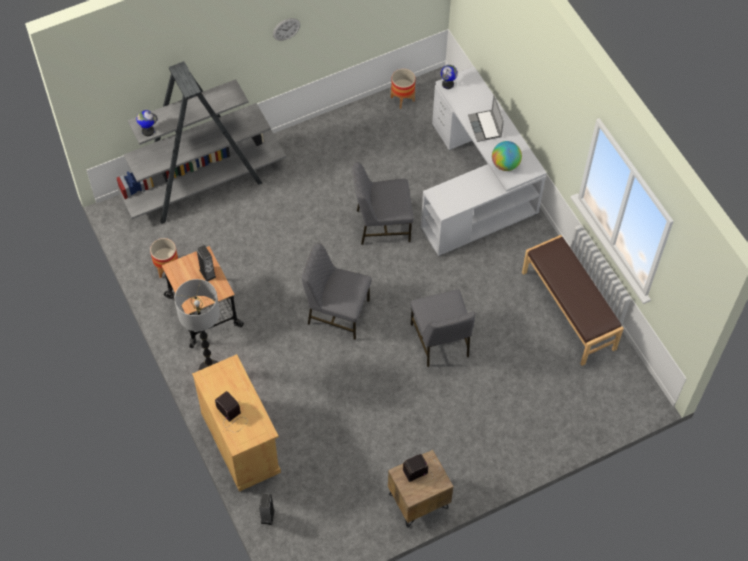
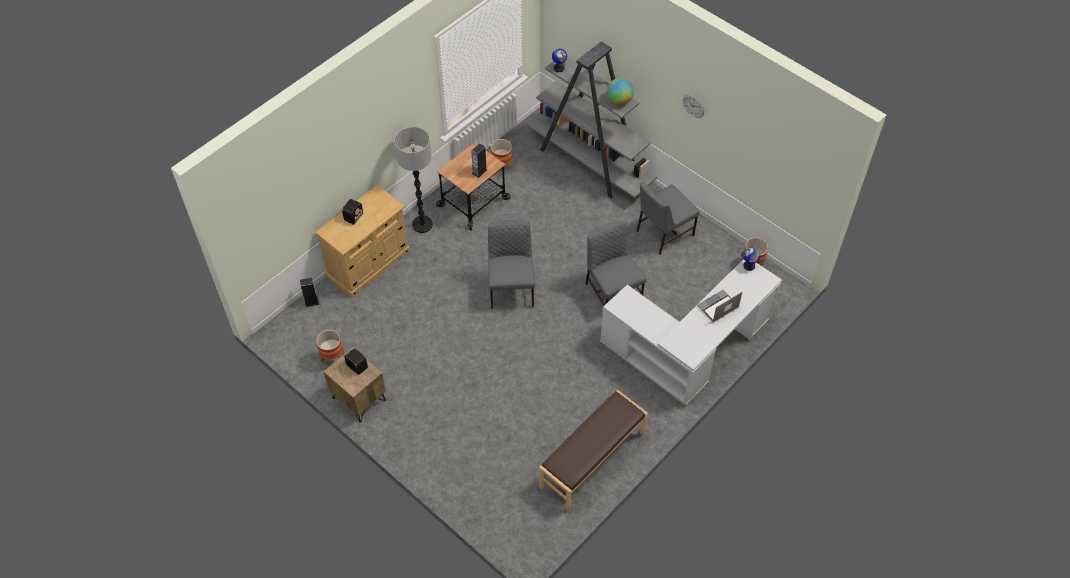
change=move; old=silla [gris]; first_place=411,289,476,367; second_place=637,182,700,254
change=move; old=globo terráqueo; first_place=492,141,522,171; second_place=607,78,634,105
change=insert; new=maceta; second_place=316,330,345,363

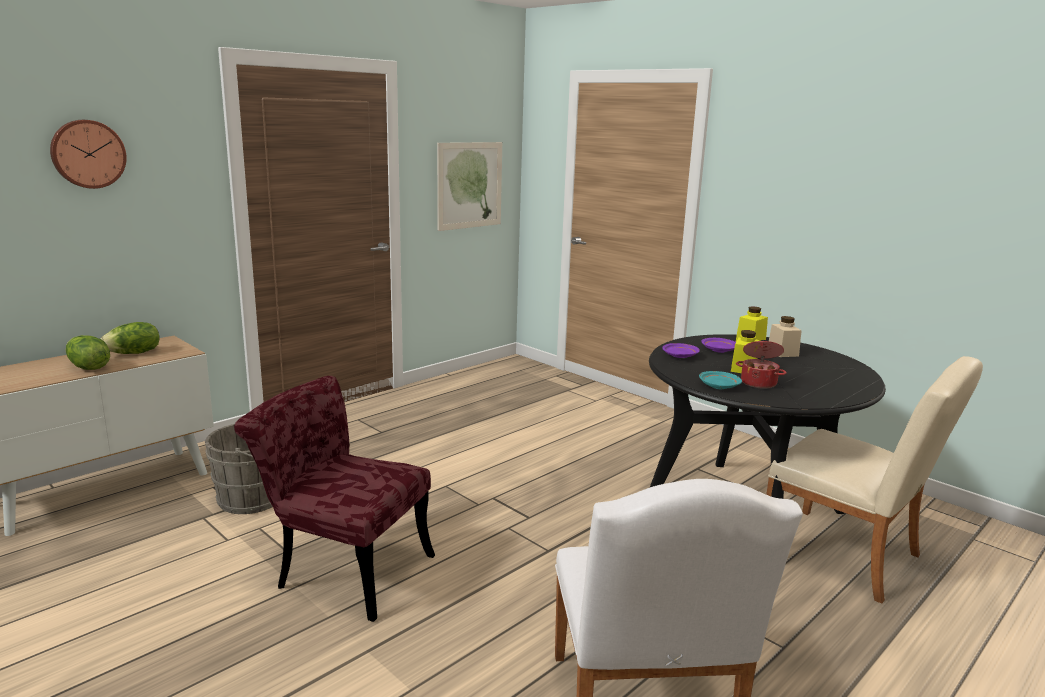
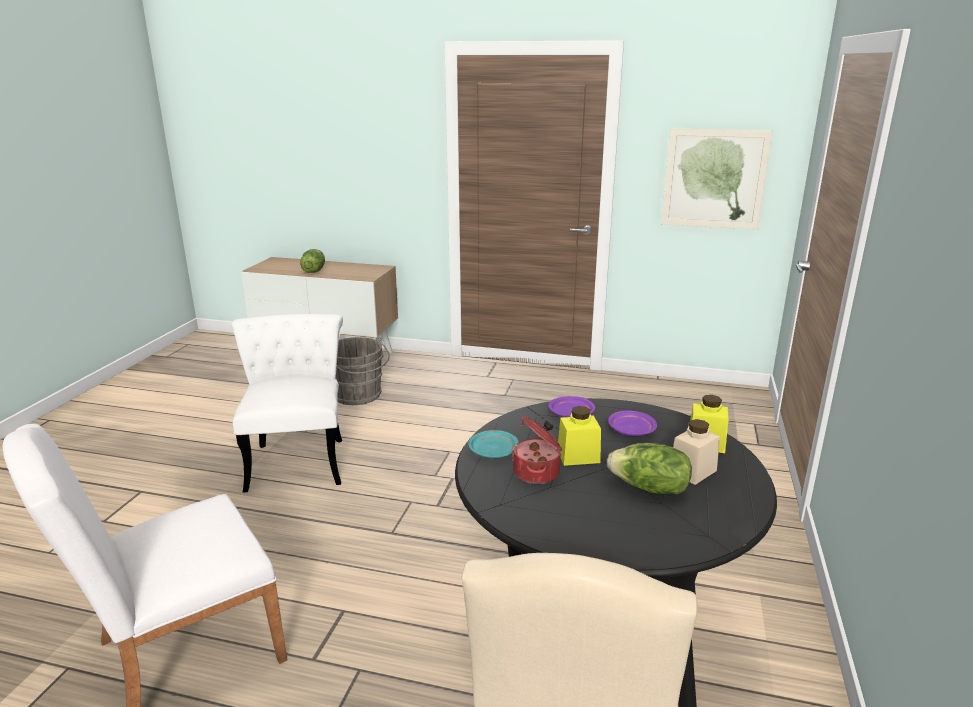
change=delete; old=reloj de pared; first_place=50,120,127,189
change=move; old=lechuga; first_place=100,322,160,354; second_place=607,443,692,494
change=recolor; old=silla [rojo]; new=silla [blanco]; first_place=234,376,435,622; second_place=231,314,343,493

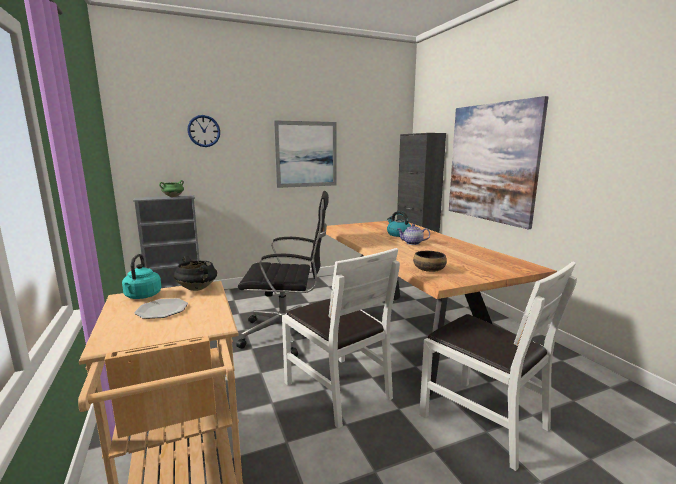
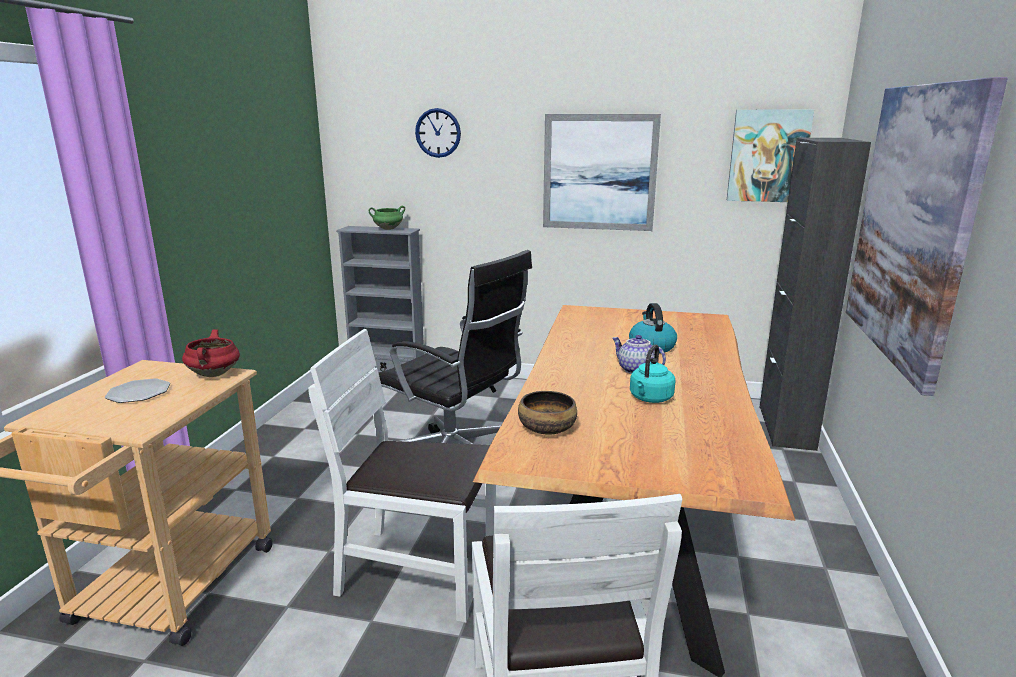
change=move; old=hervidor [turquesa]; first_place=122,254,162,299; second_place=630,344,676,403
change=recolor; old=olla [negro]; new=olla [rojo]; first_place=174,256,217,291; second_place=182,329,240,377
change=rotate; old=silla [blanco]; first_place=282,248,400,429; second_place=308,329,496,623; degrees=105
change=insert; new=cuadro; second_place=727,110,814,202

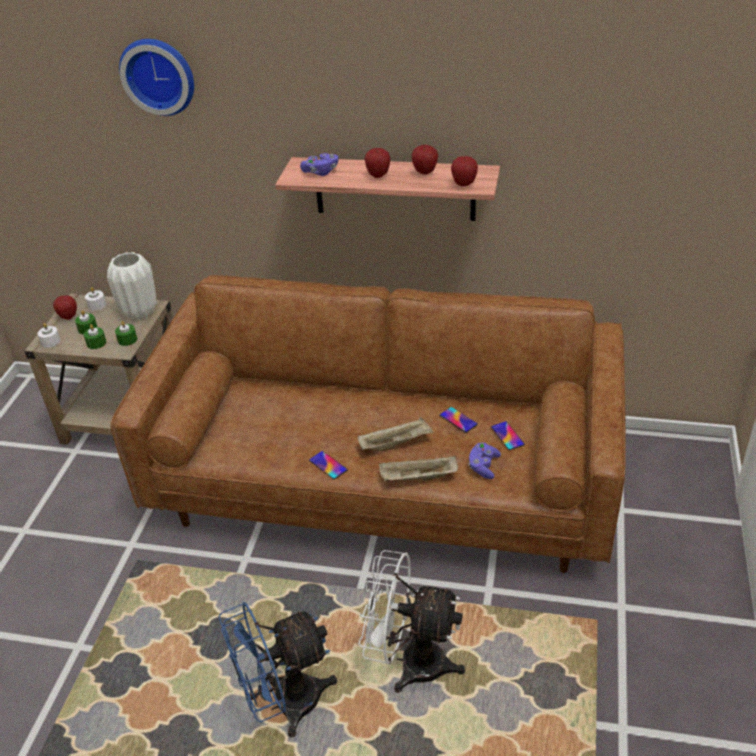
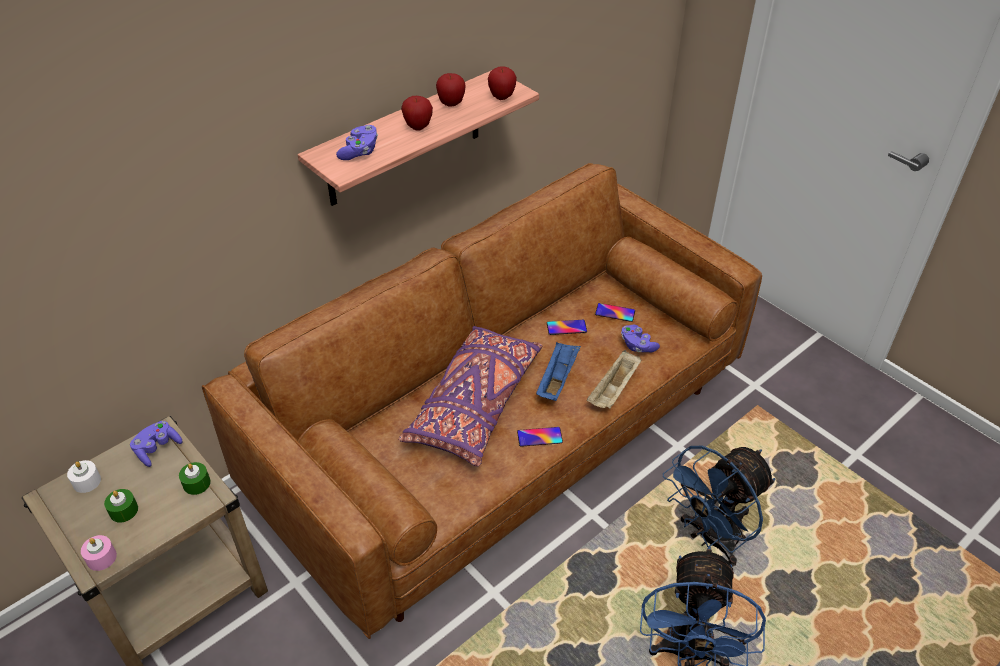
change=recolor; old=vela [blanco]; new=vela [rosa]; first_place=37,323,61,348; second_place=81,535,117,571
change=delete; old=manzana; first_place=53,295,77,320
change=delete; old=vela [verde]; first_place=84,324,106,349
change=replace; old=florero [blanco]; new=mando de consola [morado]; first_place=107,252,157,320; second_place=130,421,182,467
change=delete; old=reloj de pared; first_place=119,39,194,116
change=recolor; old=bandeja [beis]; new=bandeja [azul]; first_place=358,417,433,451; second_place=536,342,581,401
change=recolor; old=ventilador [blanco]; new=ventilador [azul]; first_place=359,550,465,693; second_place=663,446,776,566
change=insert; new=cojín [morado]; second_place=398,326,543,466

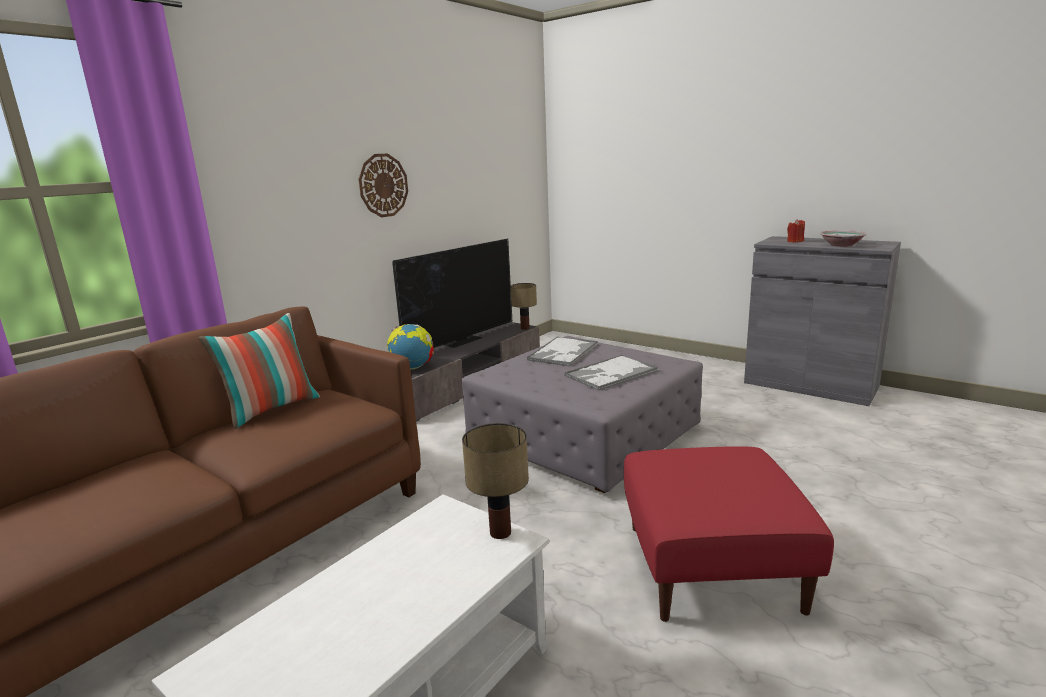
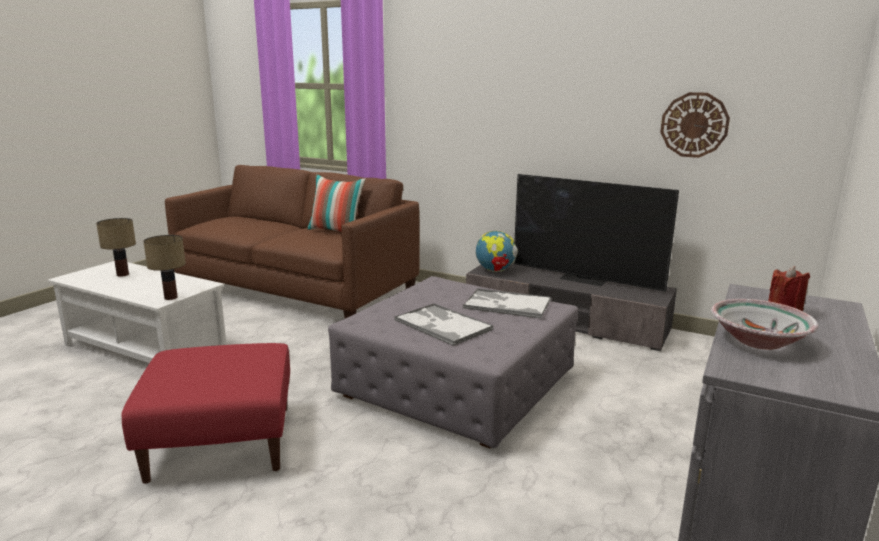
change=move; old=reloj de pared; first_place=359,154,408,217; second_place=660,92,730,158
change=move; old=lámpara de mesa; first_place=510,283,537,330; second_place=96,218,136,277

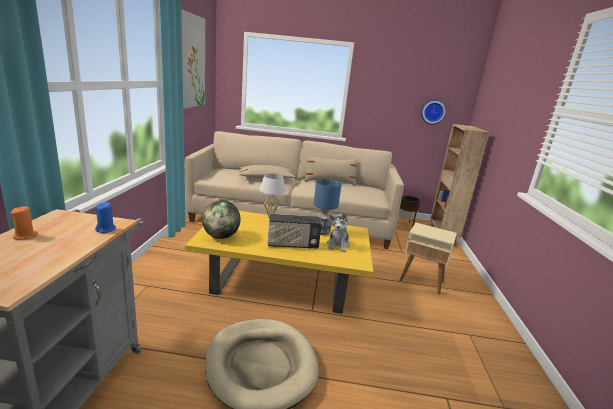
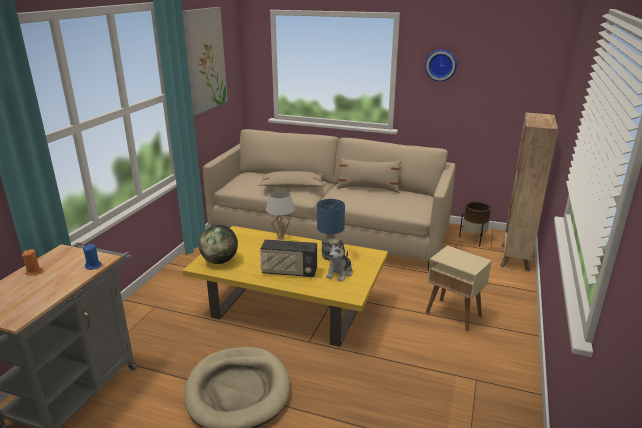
change=move; old=reloj de pared; first_place=421,100,446,125; second_place=425,49,457,82

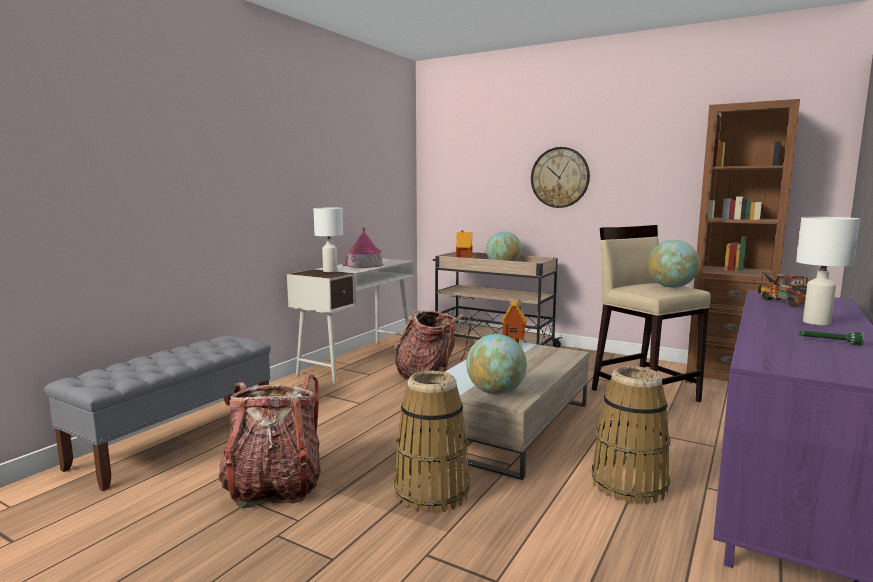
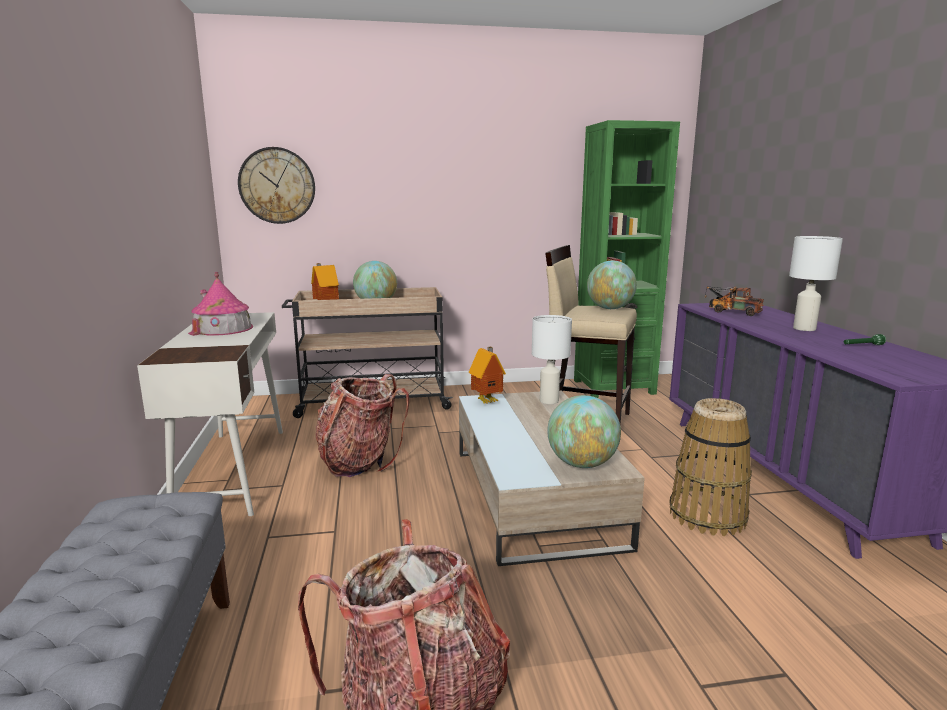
change=move; old=lámpara de mesa [blanco]; first_place=313,208,343,272; second_place=532,315,572,404
change=delete; old=cesta; first_place=394,371,470,513
change=move; old=reloj de pared; first_place=531,147,590,208; second_place=238,147,315,224
change=recolor; old=estantería [marrón]; new=estantería [verde]; first_place=686,99,800,383; second_place=574,120,680,398

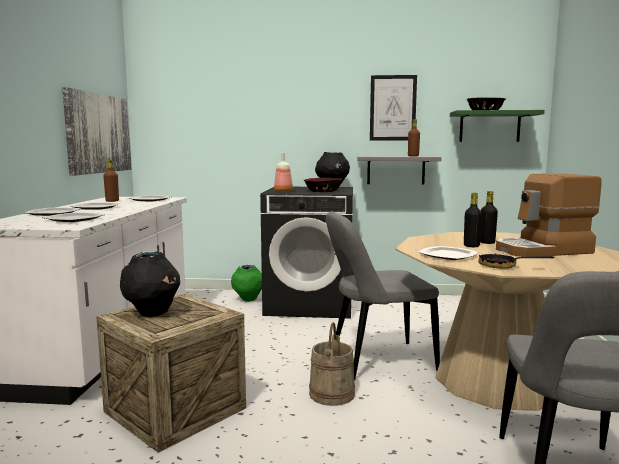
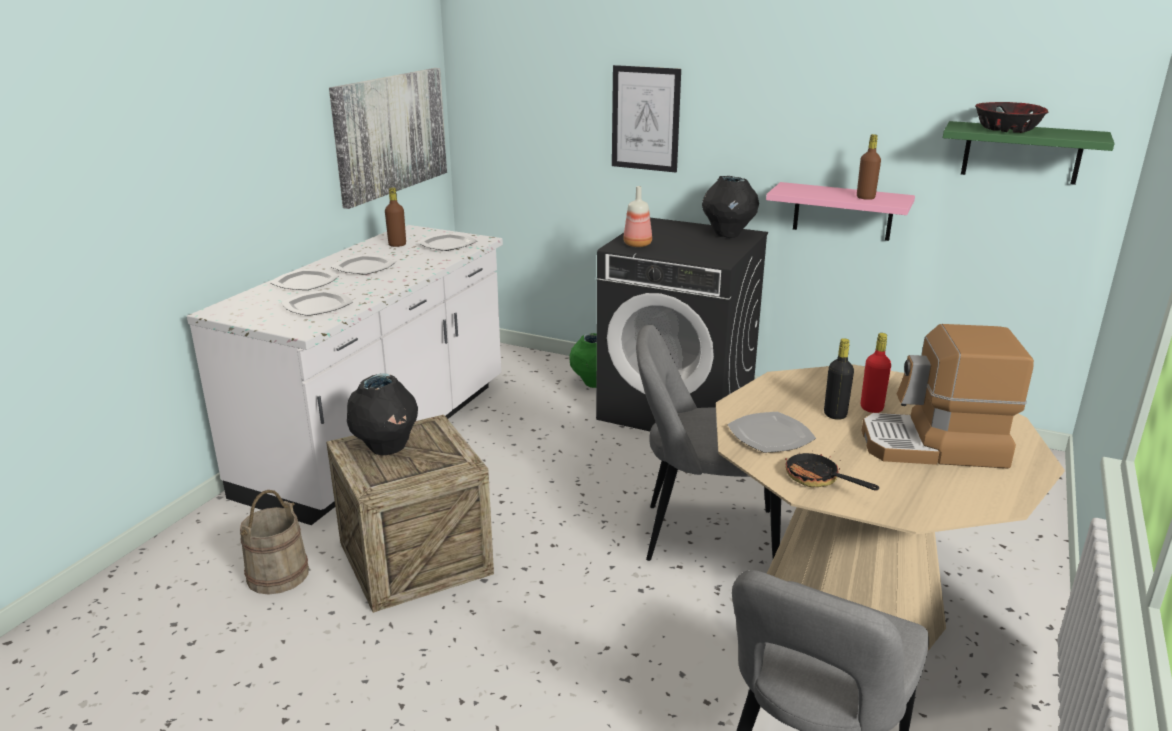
change=delete; old=cuenco; first_place=304,178,342,192
change=move; old=cubo [beis]; first_place=309,322,355,406; second_place=240,490,309,595
change=recolor; old=estante [gris]; new=estante [rosa]; first_place=357,156,442,185; second_place=766,182,915,241
change=move; old=cuadro; first_place=370,75,417,140; second_place=612,65,681,172
change=recolor; old=botella [negro]; new=botella [rojo]; first_place=480,191,498,244; second_place=861,333,891,413

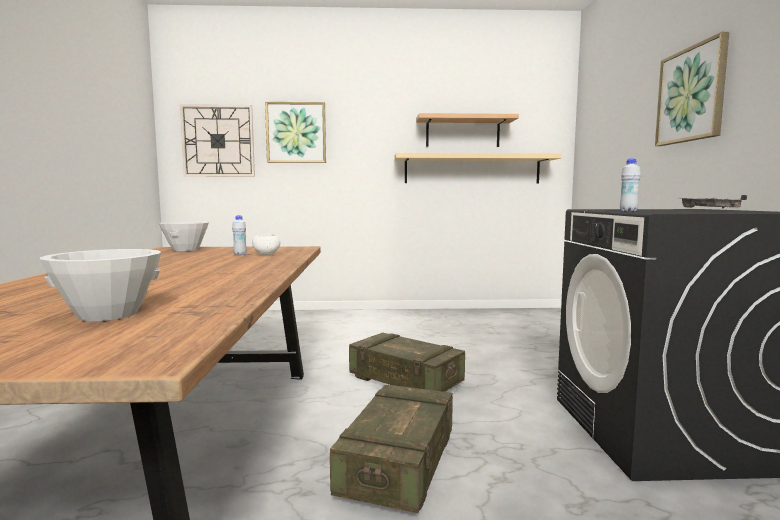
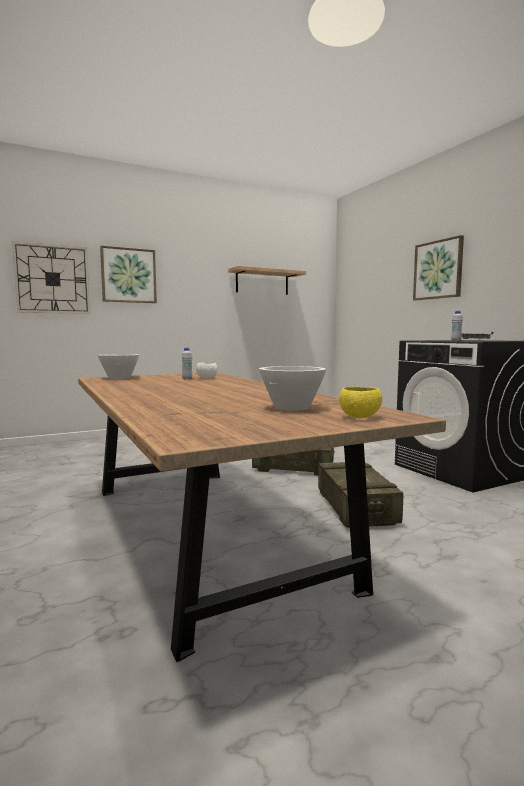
change=delete; old=estante [beis]; first_place=395,153,562,183
change=insert; new=cuenco [amarillo]; second_place=339,387,382,418

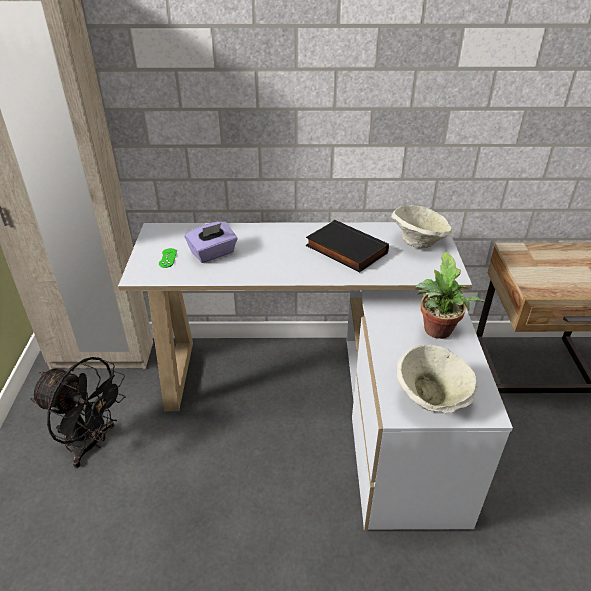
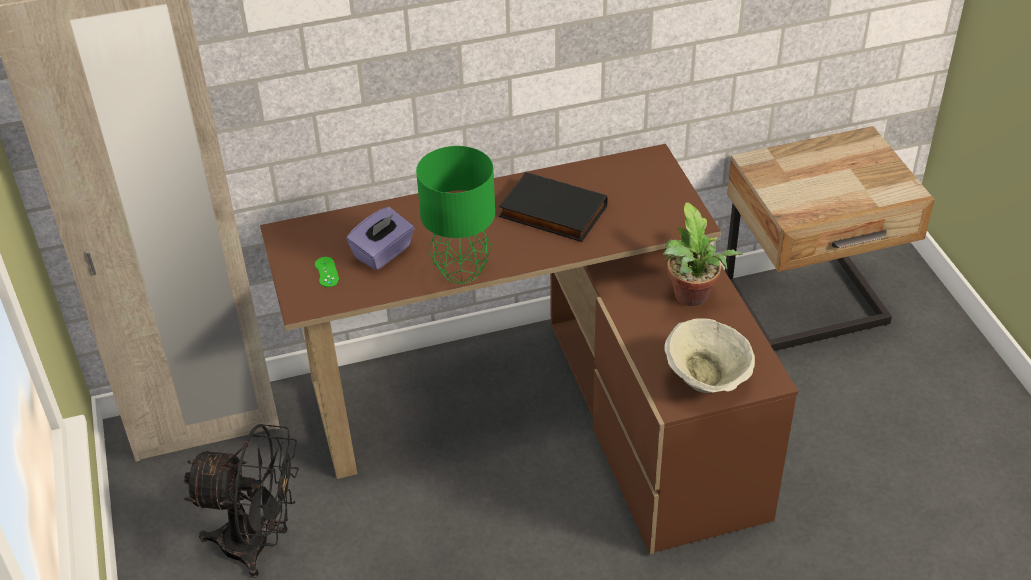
change=recolor; old=escritorio [blanco]; new=escritorio [marrón]; first_place=118,222,513,530; second_place=260,144,798,554
change=delete; old=cuenco [beis]; first_place=391,205,453,248
change=insert; new=lámpara de mesa [verde]; second_place=416,146,495,284

